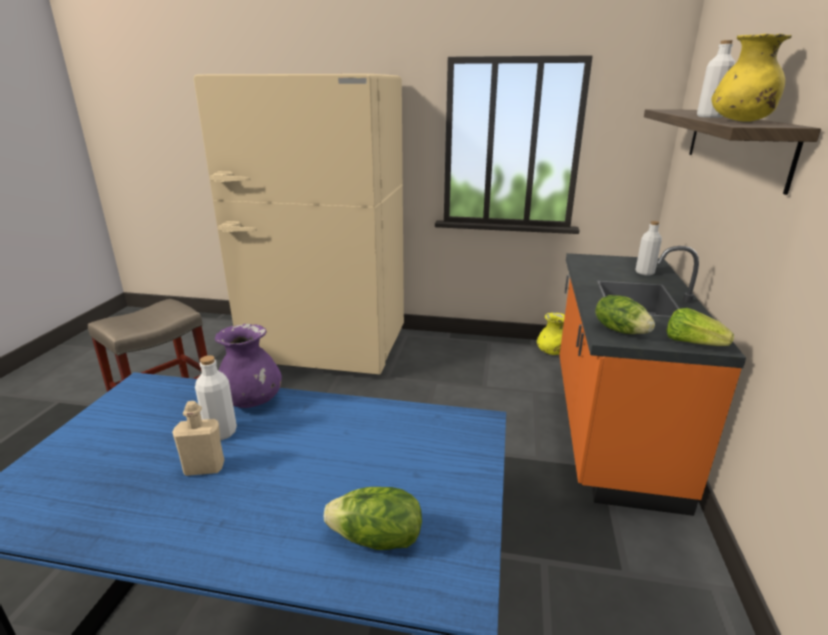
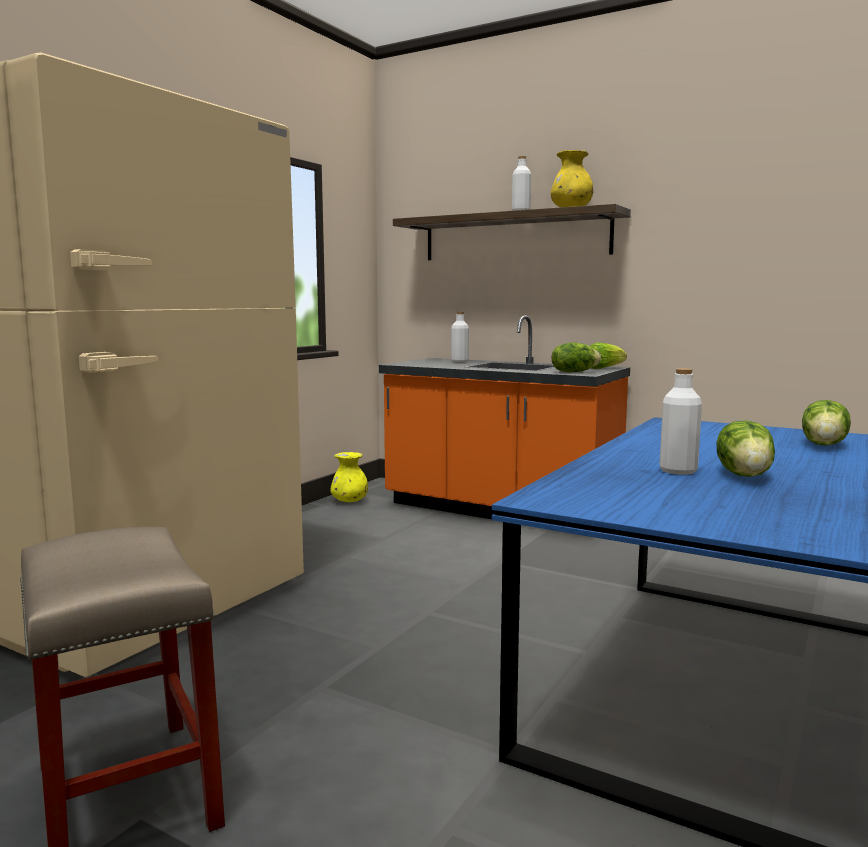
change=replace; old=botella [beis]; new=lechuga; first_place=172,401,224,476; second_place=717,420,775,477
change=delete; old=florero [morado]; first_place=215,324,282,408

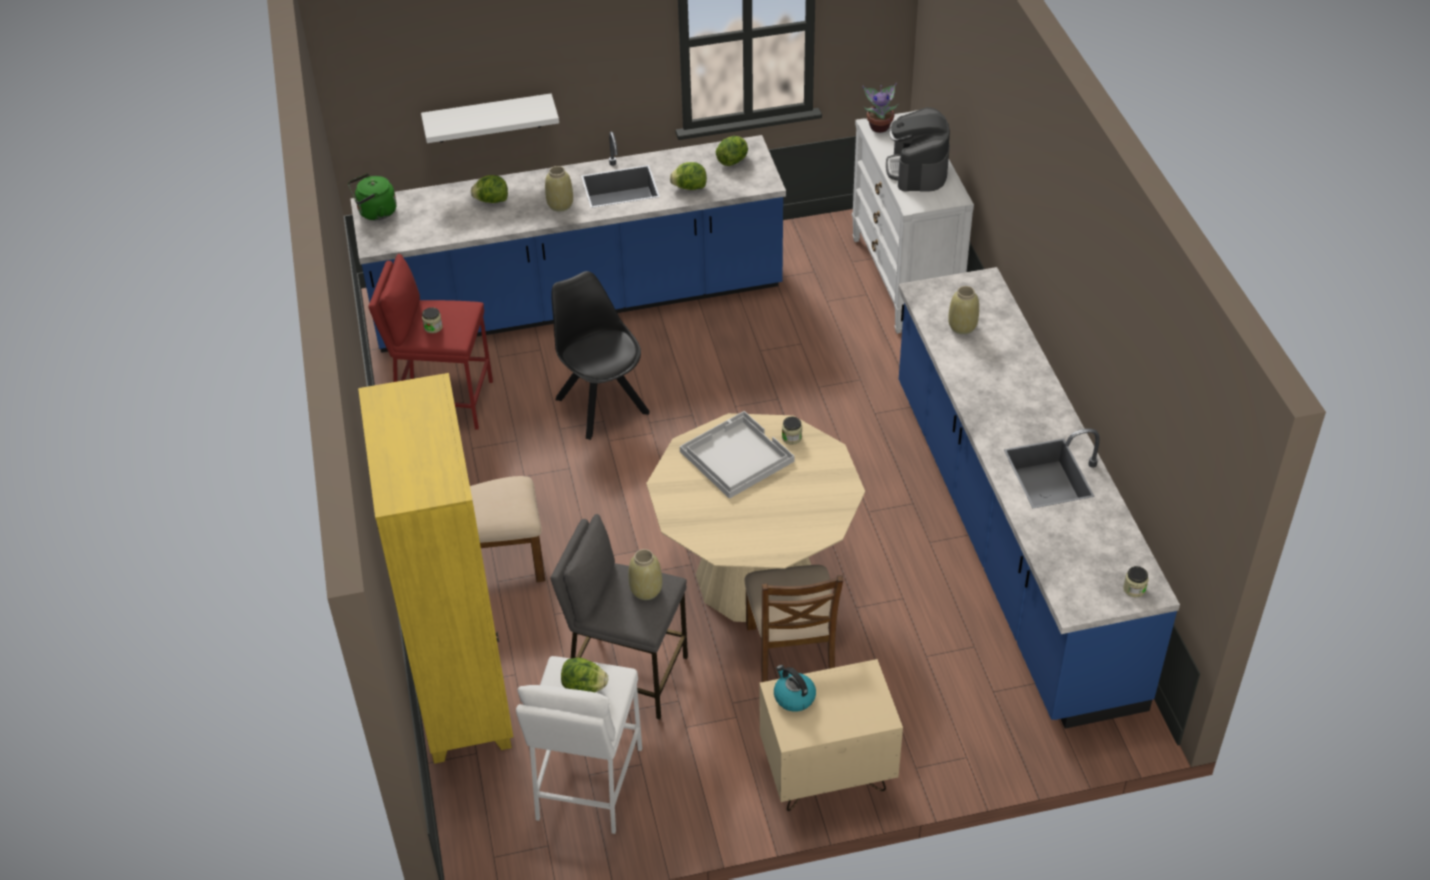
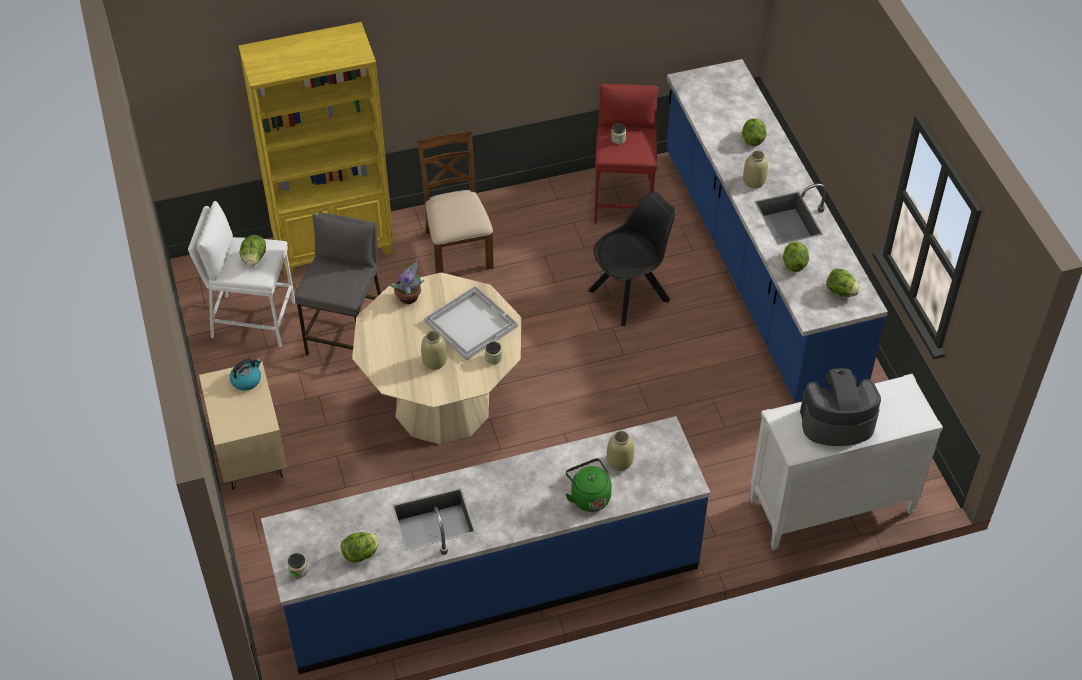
change=move; old=hervidor [verde]; first_place=348,173,397,220; second_place=565,458,612,512
change=delete; old=estante [blanco]; first_place=421,93,559,143
change=move; old=florero [beis]; first_place=629,549,662,600; second_place=421,331,447,370
change=delete; old=silla [marrón]; first_place=744,565,843,682
change=move; old=planta en maceta; first_place=862,83,899,133; second_place=389,258,424,304
change=insert; new=lechuga; second_place=341,532,379,563

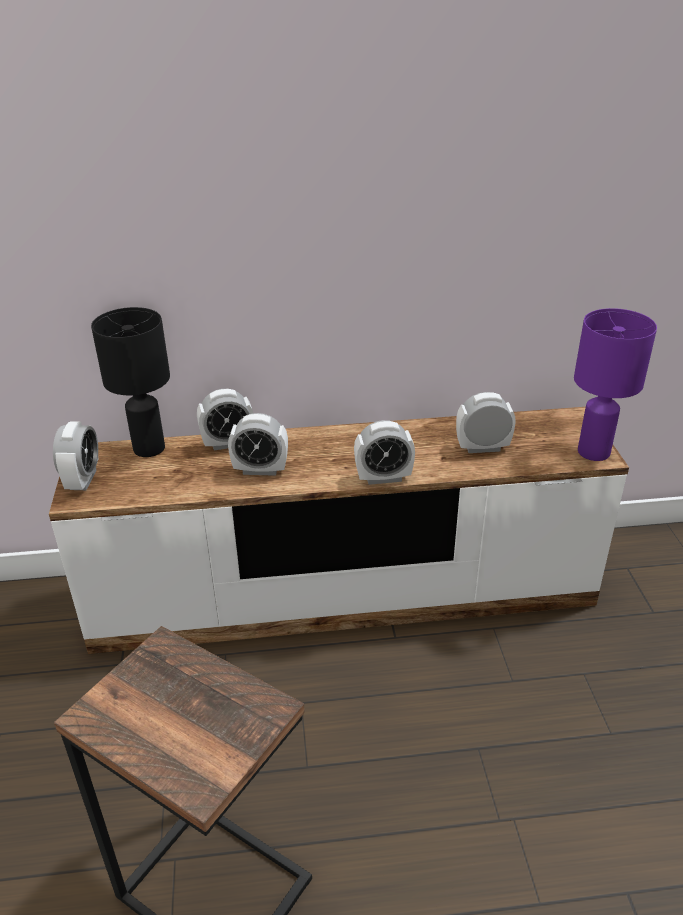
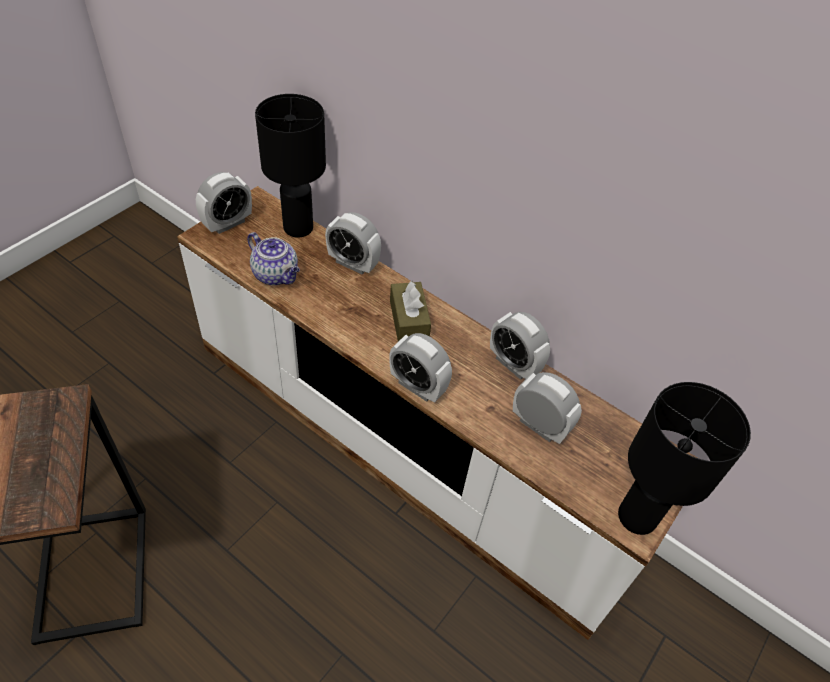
change=move; old=despertador; first_place=228,413,288,476; second_place=490,312,550,380
change=recolor; old=lámpara de mesa [morado]; new=lámpara de mesa [negro]; first_place=574,308,657,461; second_place=618,382,751,535
change=insert; new=tetera; second_place=247,232,300,286
change=insert; new=caja de pañuelos [marrón]; second_place=390,281,431,342

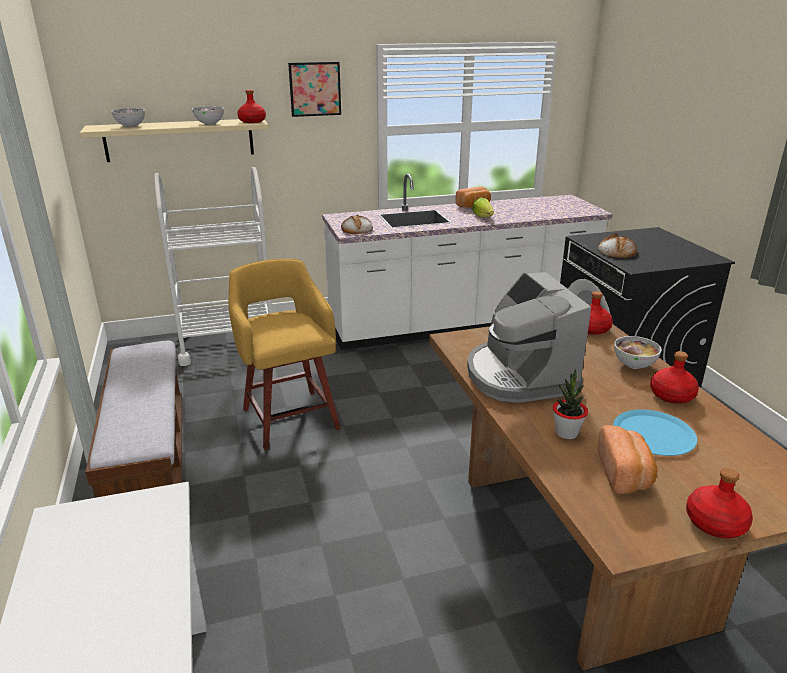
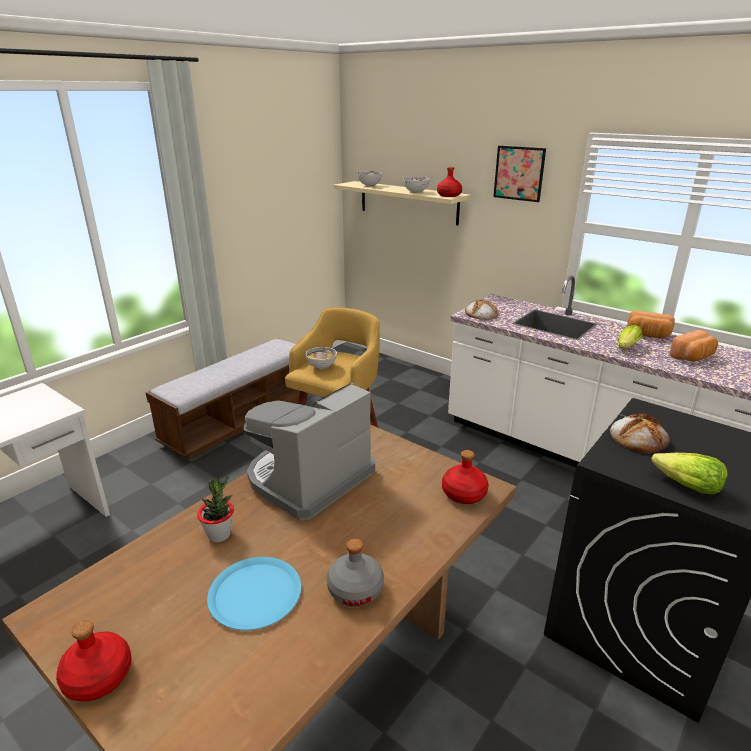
change=delete; old=carrito [blanco]; first_place=154,167,272,366
change=move; old=pan; first_place=598,425,658,494; second_place=670,329,718,361
change=move; old=cuenco; first_place=614,336,662,369; second_place=306,347,337,369
change=recolor; old=botella [rojo]; new=botella [gris]; first_place=650,351,699,404; second_place=327,539,384,607
change=insert; new=lechuga; second_place=651,453,728,494

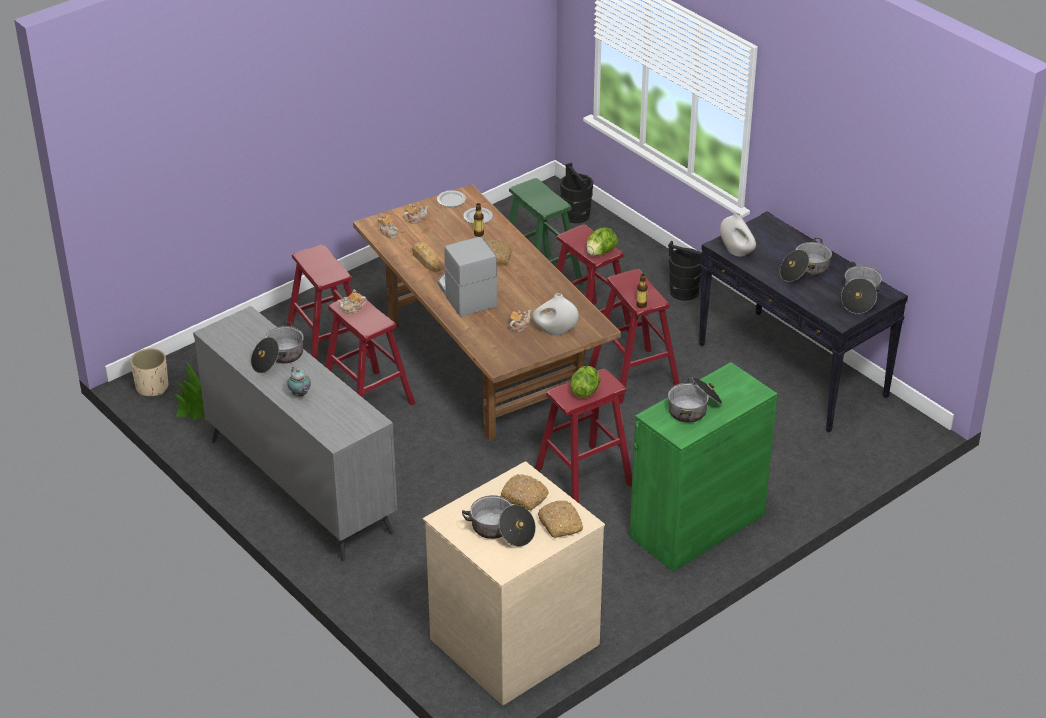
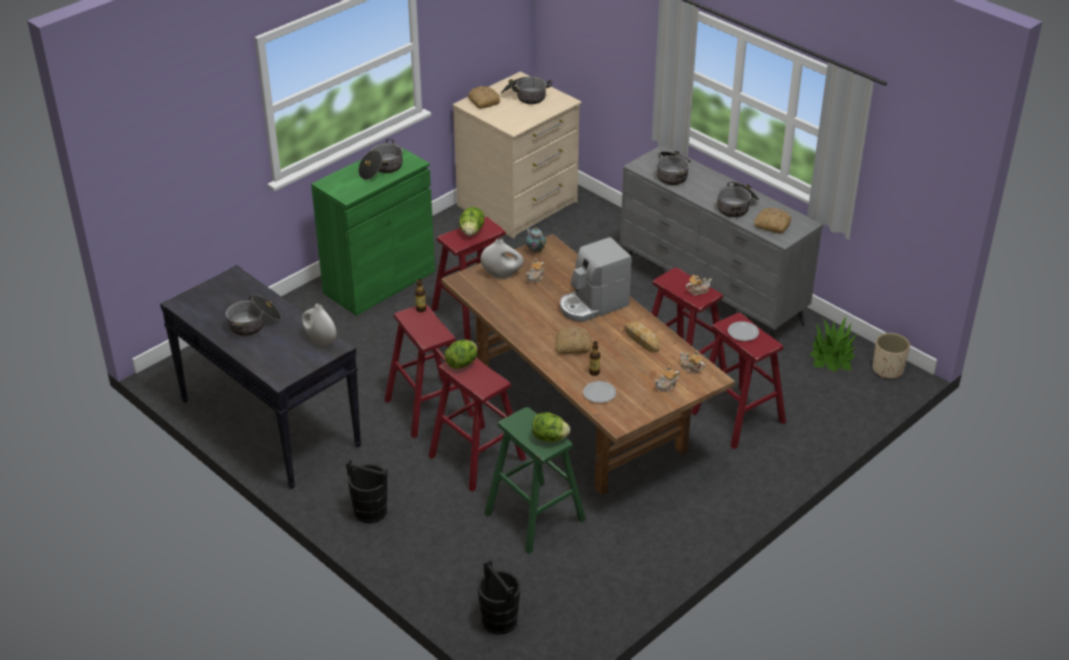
change=move; old=tetera; first_place=287,367,311,397; second_place=526,227,546,252
change=move; old=plato; first_place=437,190,466,207; second_place=728,321,759,341
change=rotate; old=cafetera; first_place=438,237,497,317; second_place=560,237,632,322; degrees=90
change=move; old=pan; first_place=501,474,549,510; second_place=754,208,791,233
change=move; old=olla; first_place=841,262,882,314; second_place=657,151,691,185
change=insert; new=lechuga; second_place=532,412,570,442

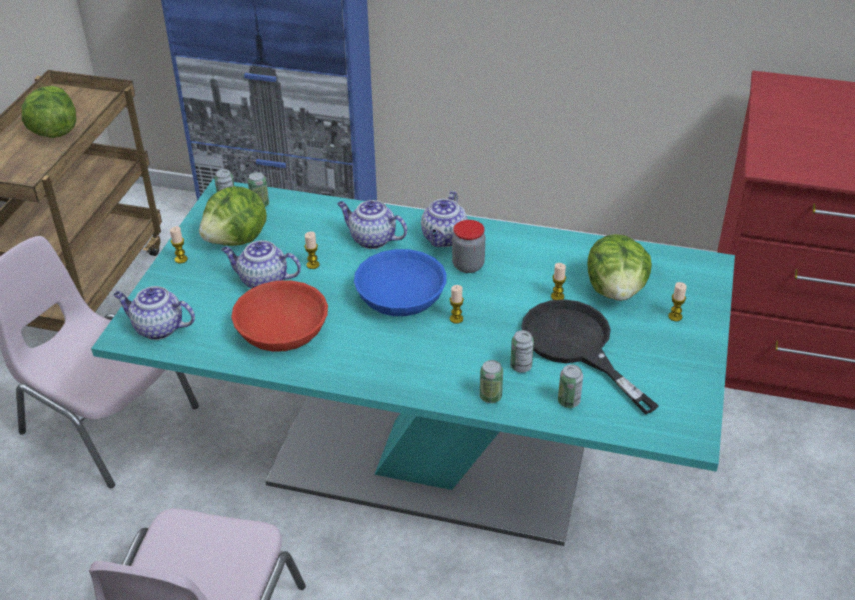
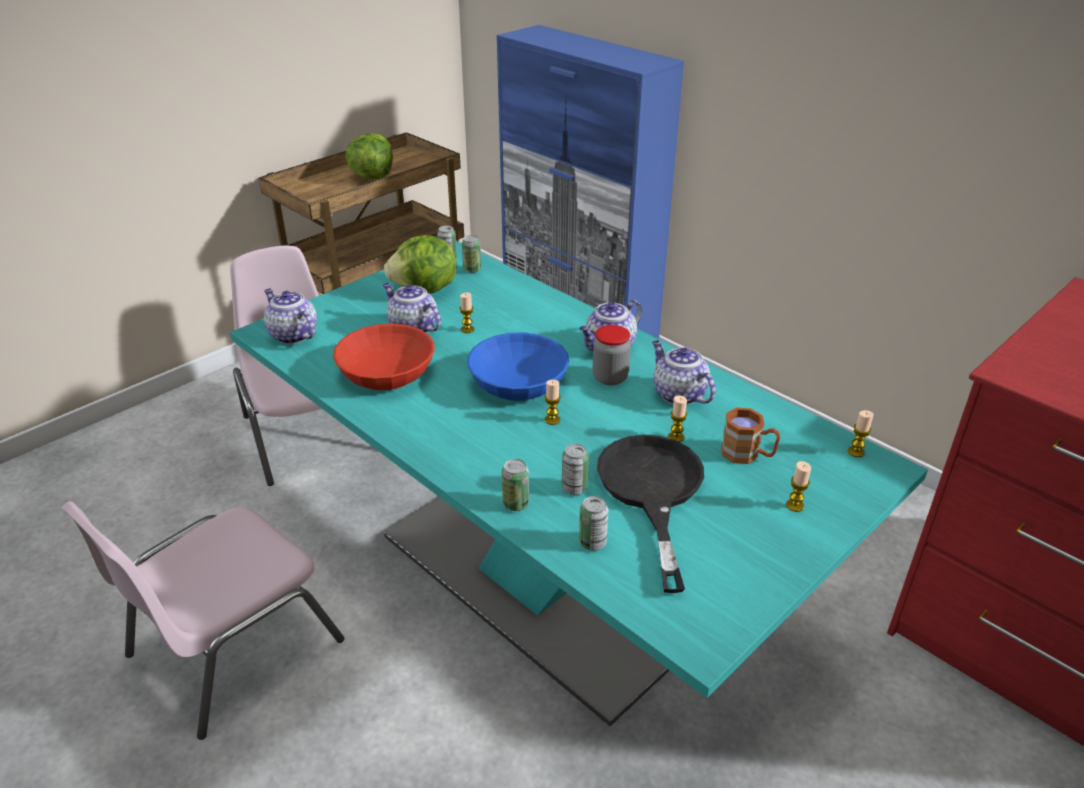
change=move; old=vela; first_place=170,226,188,264; second_place=848,410,873,457
change=move; old=tetera; first_place=337,200,407,249; second_place=652,340,716,405
change=replace; old=lechuga; new=taza grande [marrón]; first_place=587,234,652,301; second_place=721,408,780,464

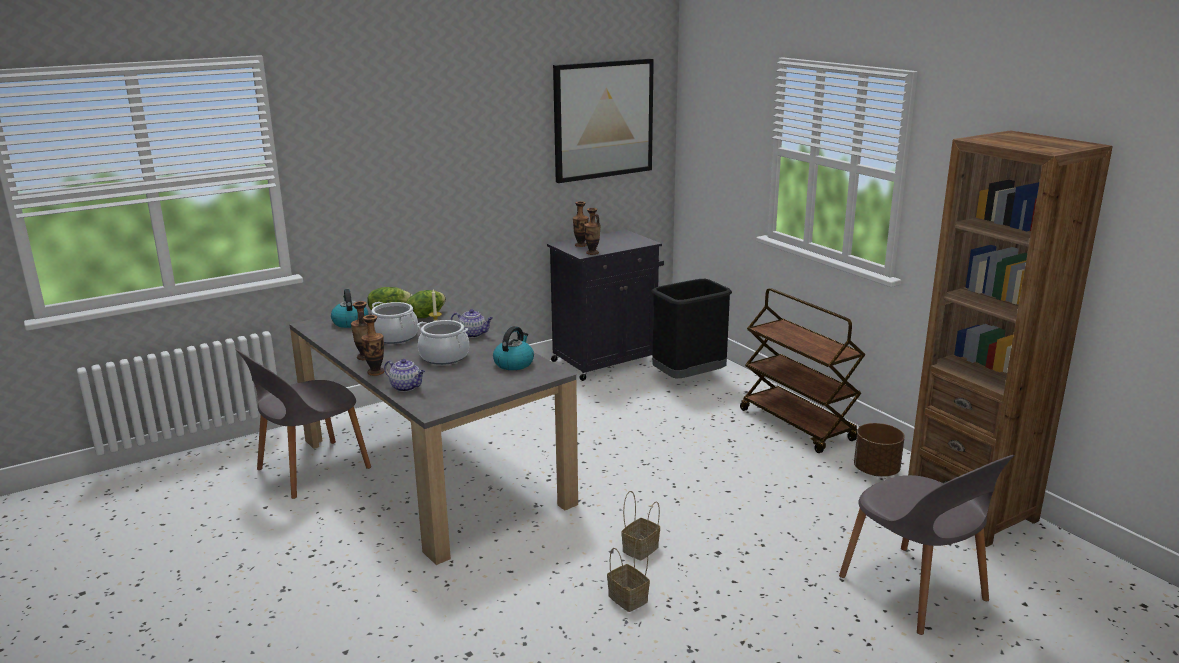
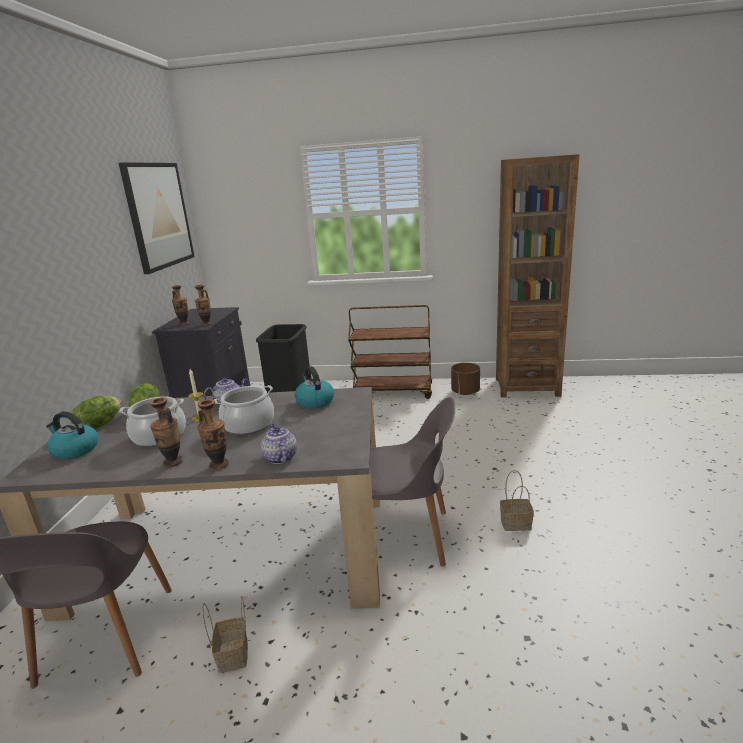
change=rotate; old=tetera; first_place=384,359,425,392; second_place=261,424,297,464; degrees=-90
change=move; old=cesta; first_place=621,491,660,560; second_place=203,596,248,673
change=move; old=silla [gris]; first_place=839,455,1015,635; second_place=370,397,455,566

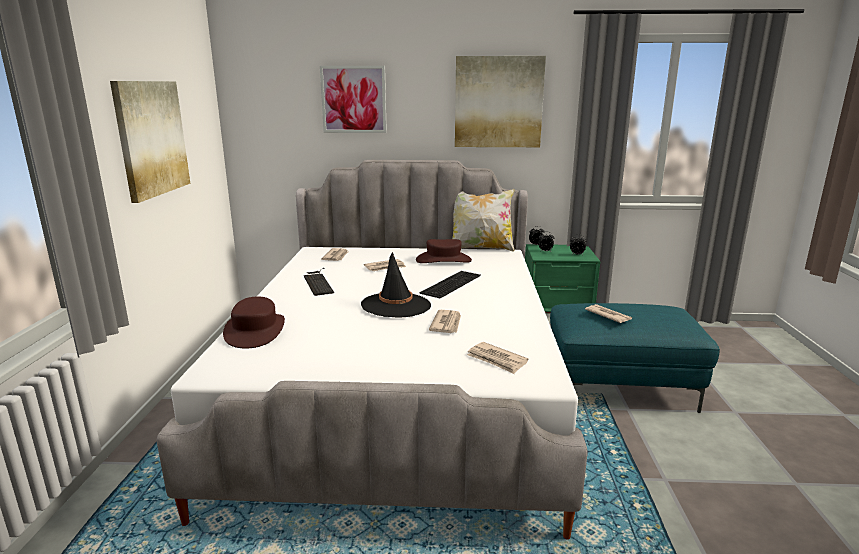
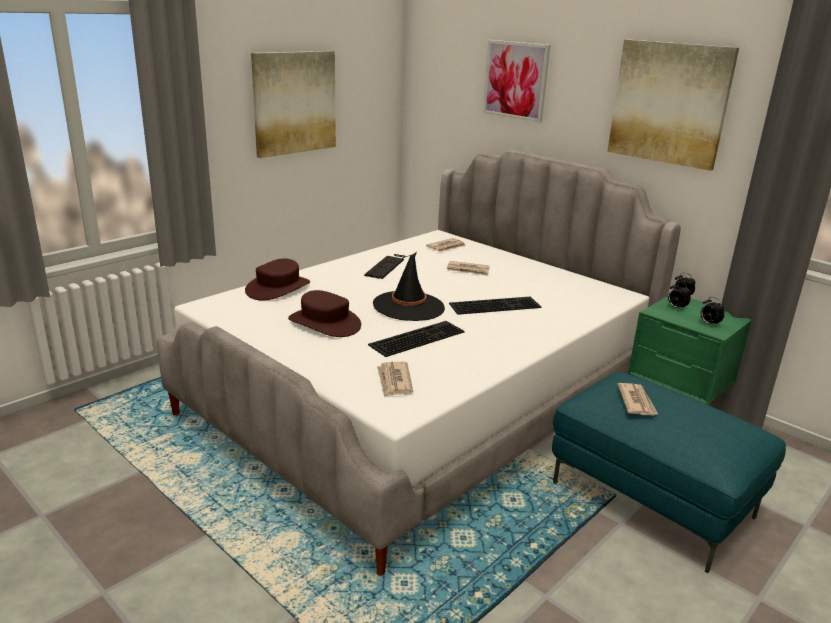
change=move; old=sombrero [marrón]; first_place=416,239,472,263; second_place=288,290,361,337
change=replace; old=periódico; new=teclado; first_place=429,310,461,333; second_place=368,321,465,357
change=delete; old=cojín; first_place=452,189,515,252

